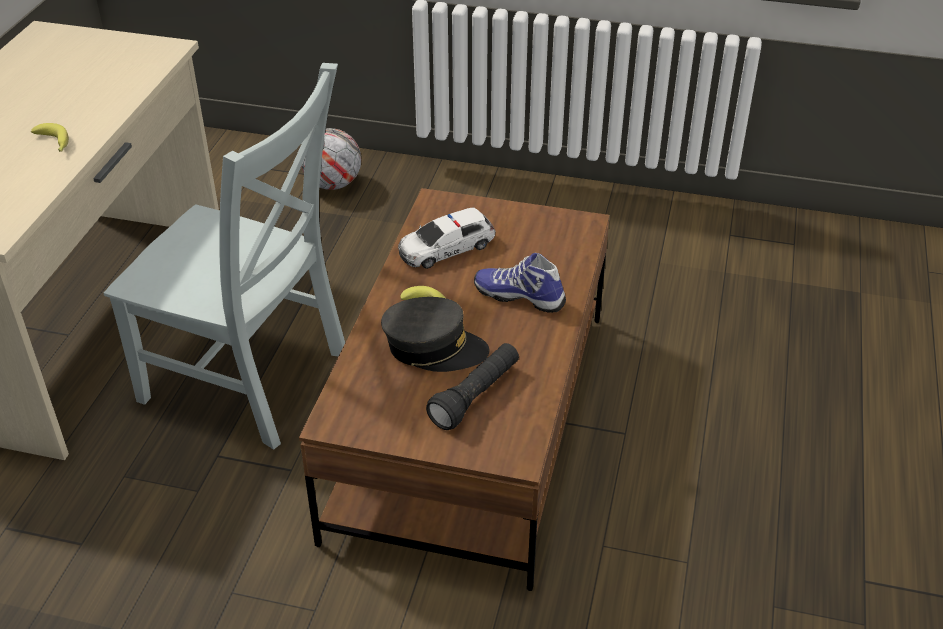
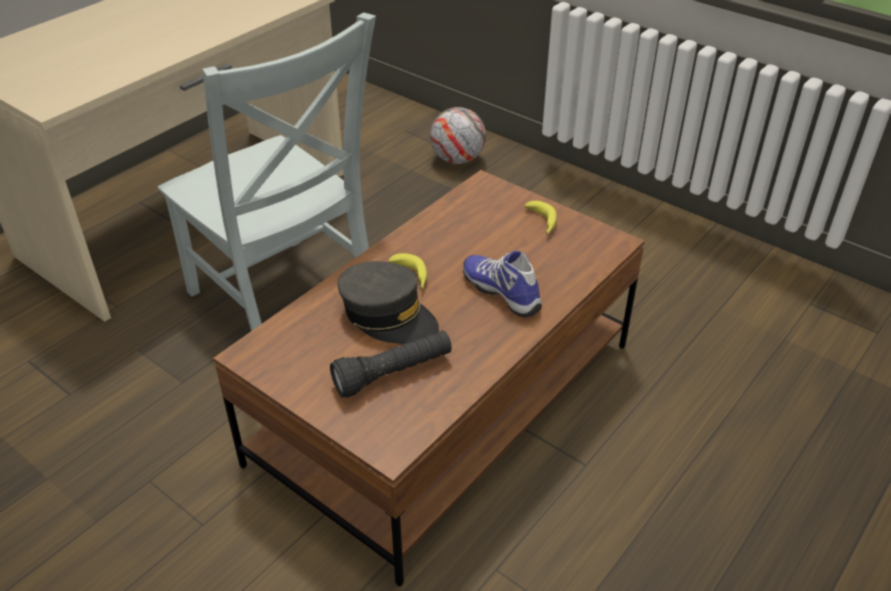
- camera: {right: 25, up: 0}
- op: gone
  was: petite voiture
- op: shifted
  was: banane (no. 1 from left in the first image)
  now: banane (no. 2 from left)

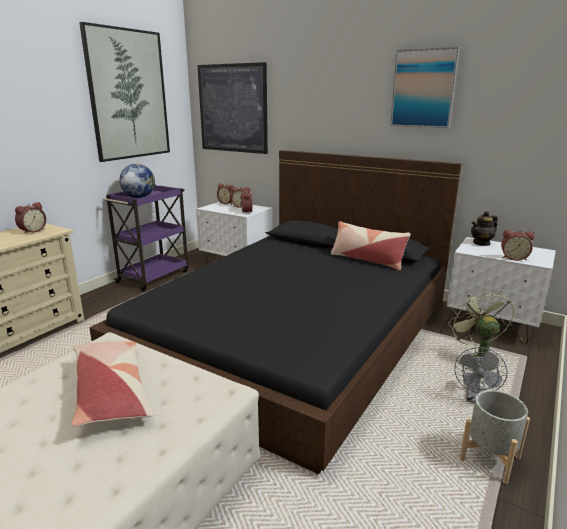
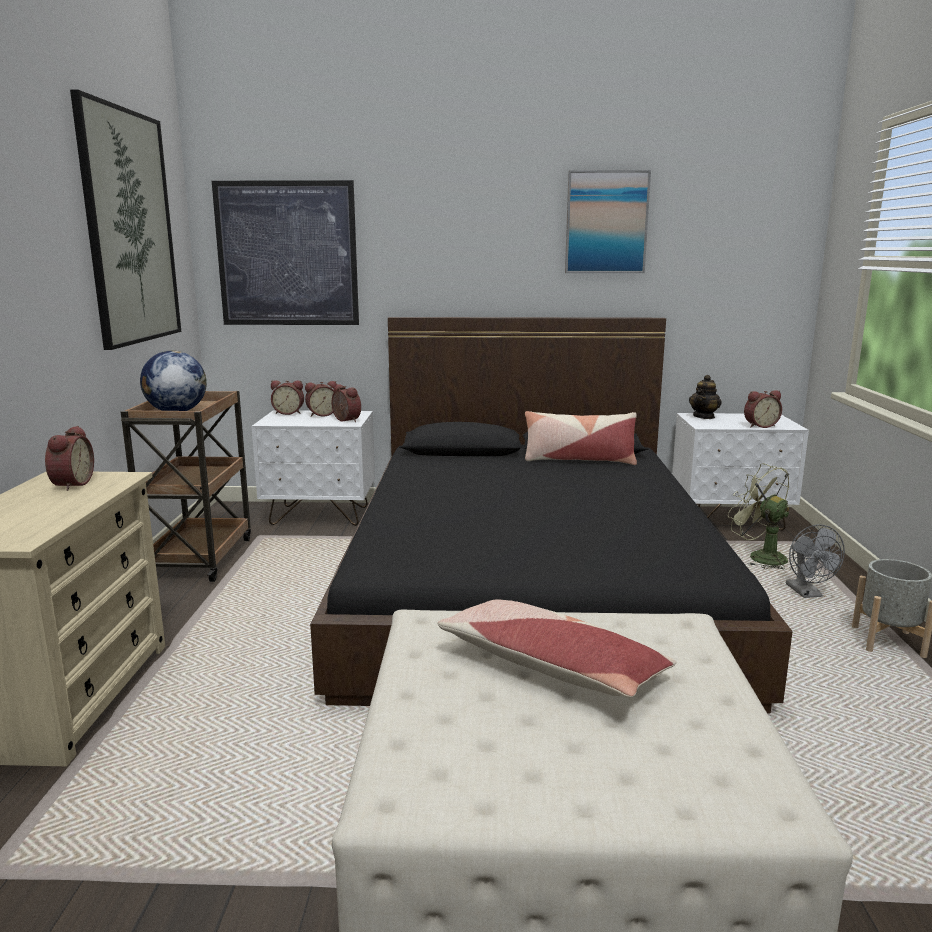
- camera: {right: -30, up: -5}
- op: repainted
  was: chariot (violet)
  now: chariot (marron)

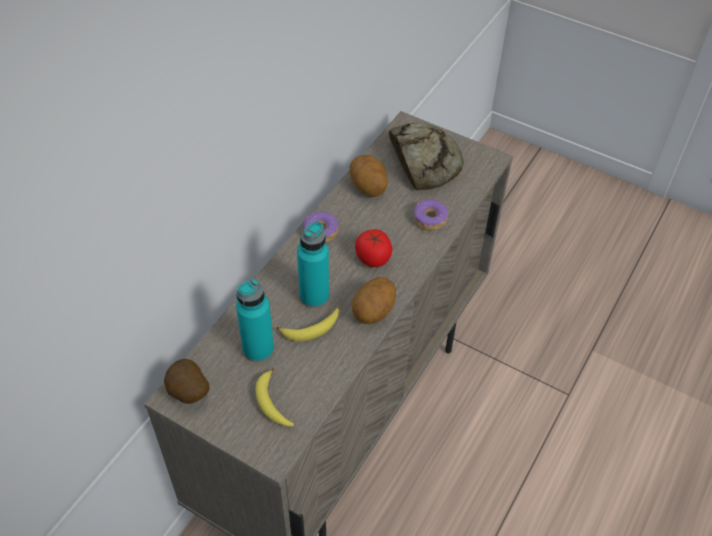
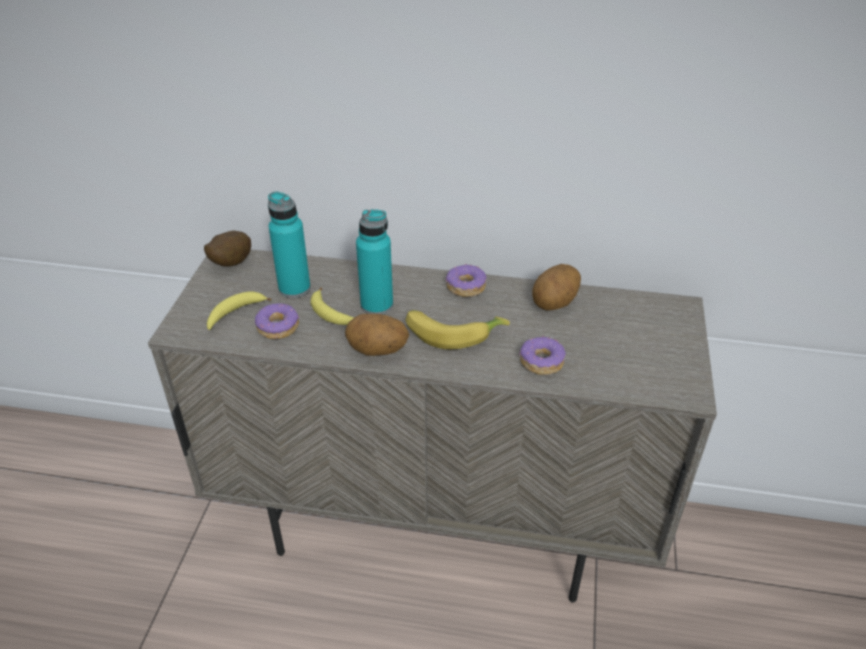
- camera: {right: 70, up: -10}
- op: gone
  was: pain
- op: new
  now: beignet (no. 1 from left)
- op: swapped
  was: tomate
  now: banane (no. 3 from left)

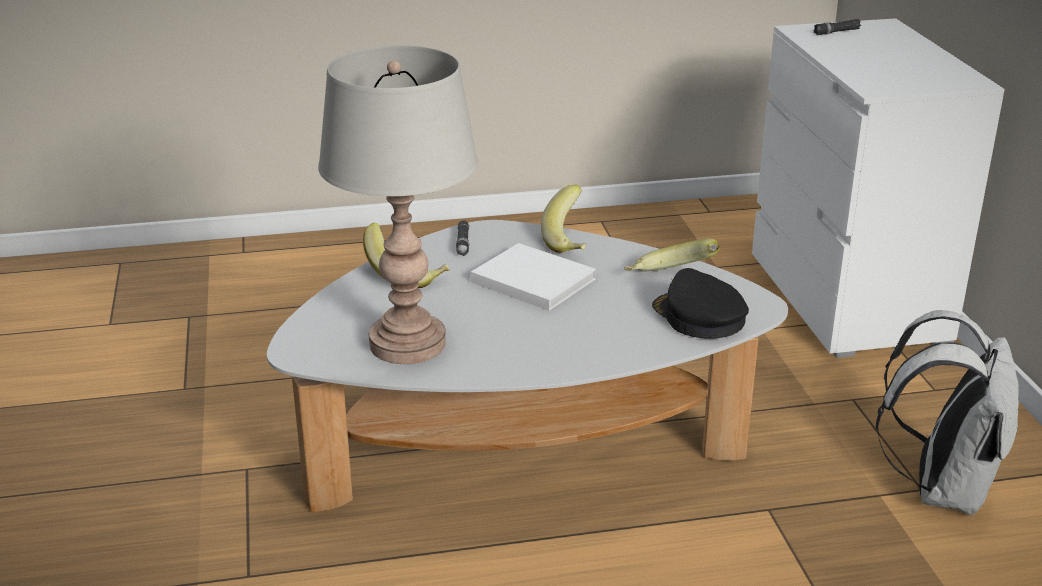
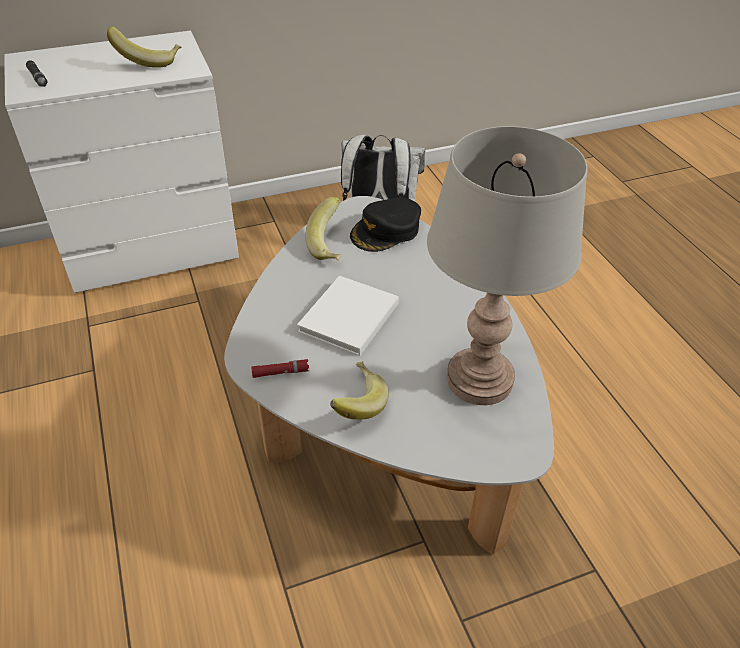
- camera: {right: -100, up: 15}
- op: shifted
  was: banane (no. 2 from left in the first image)
  now: banane (no. 1 from left)
- op: repainted
  was: lampe de poche (noir) (no. 1 from left)
  now: lampe de poche (rouge)

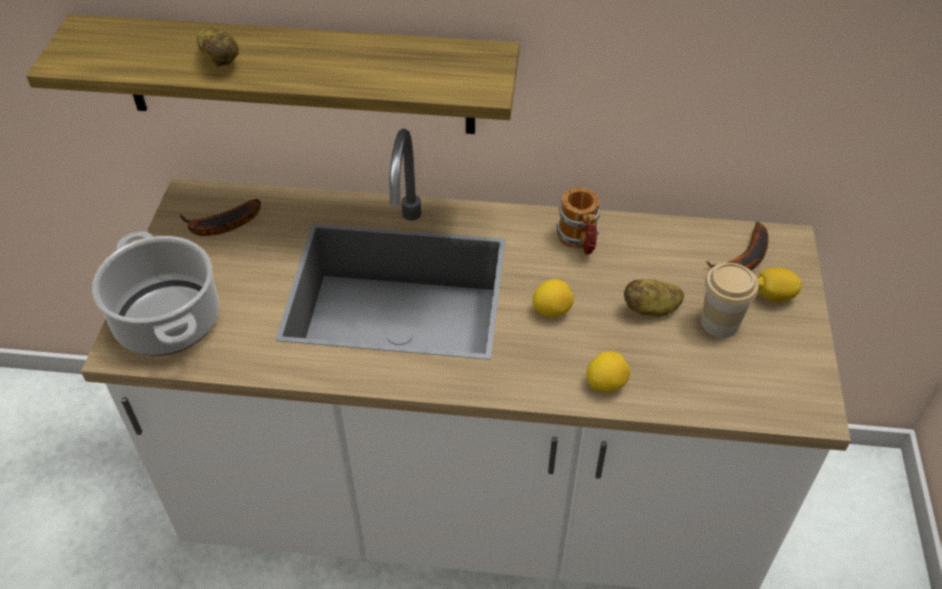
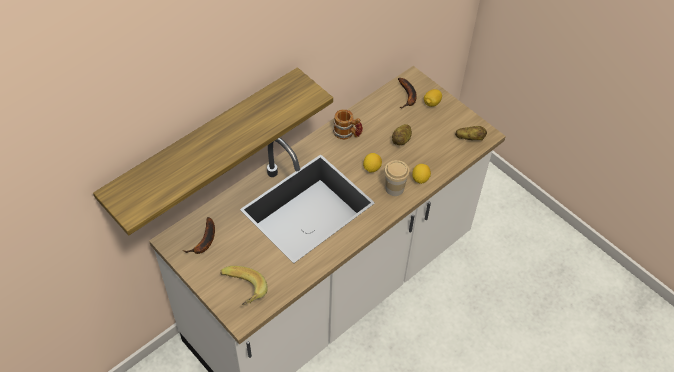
- camera: {right: -50, up: 5}
- op: shifted
  was: pomme de terre (no. 1 from left in the first image)
  now: pomme de terre (no. 2 from left)
- op: shifted
  was: tasse
- op: swapped
  was: marmite
  now: banane (no. 2 from left)

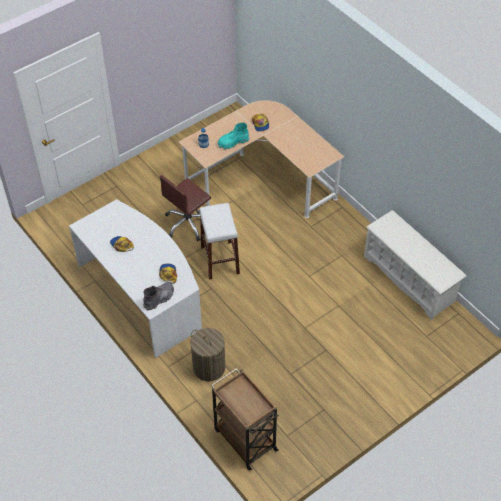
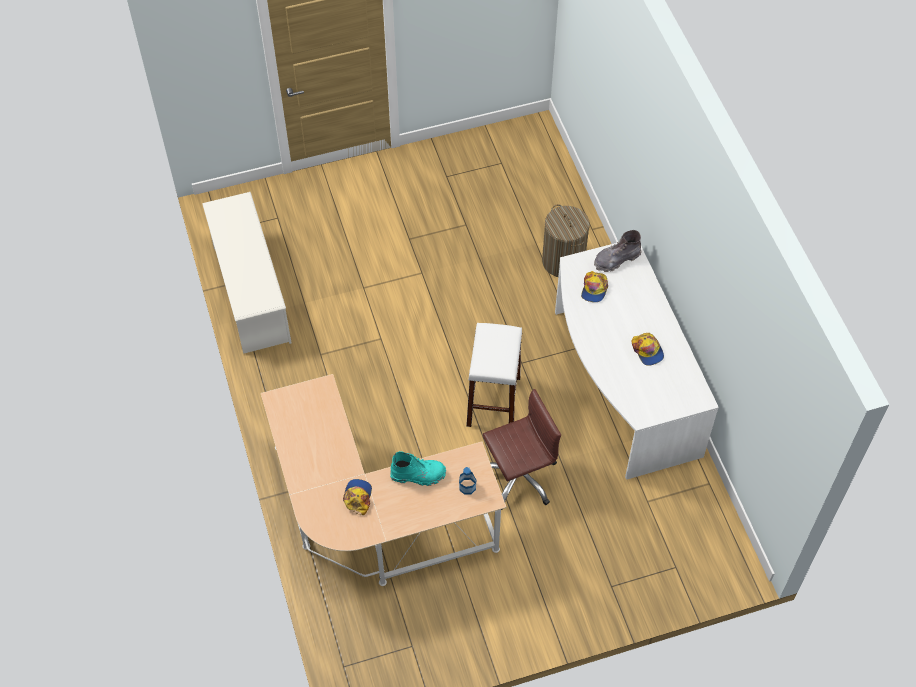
- camera: {right: -160, up: 5}
- op: gone
  was: chariot (marron)

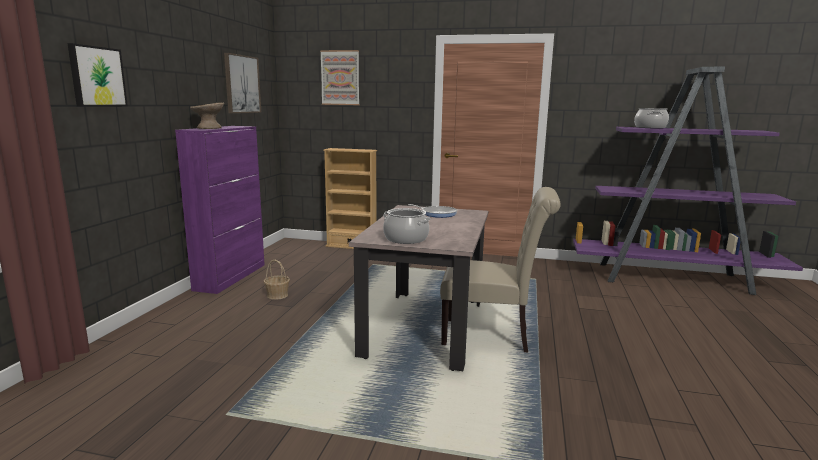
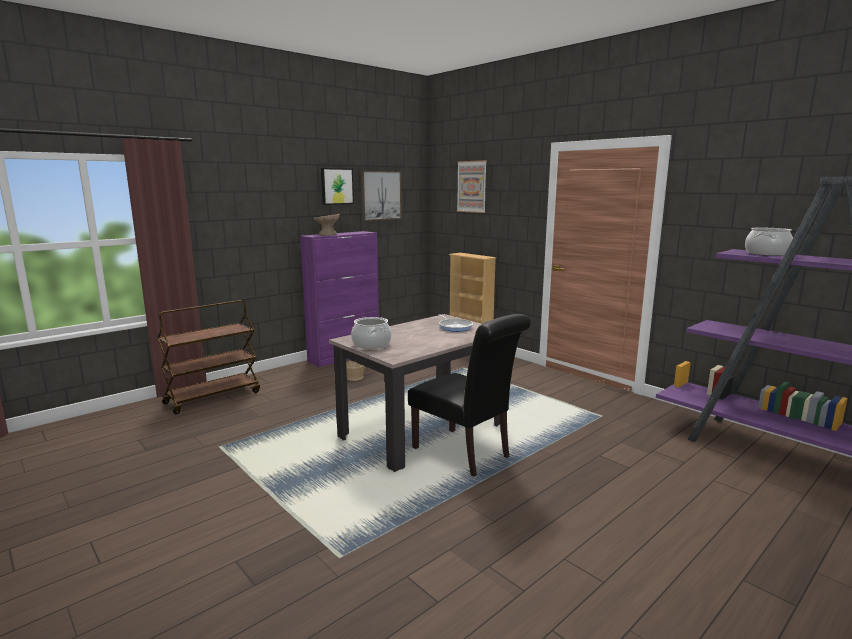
- camera: {right: 35, up: 0}
- op: new
  now: chariot (marron)
- op: shifted
  was: tableau (no. 1 from left)
- op: repainted
  was: chaise (beige)
  now: chaise (noir)

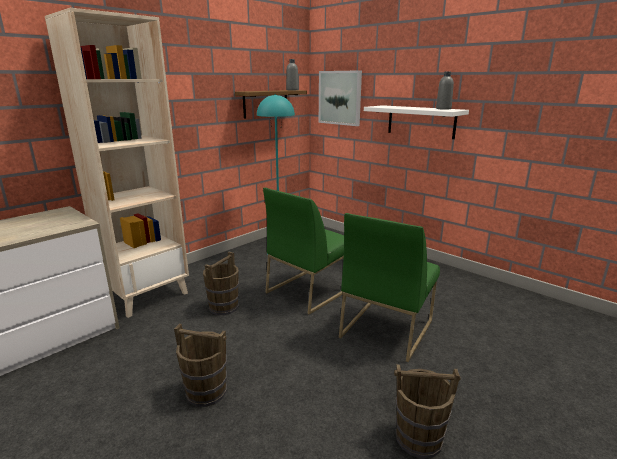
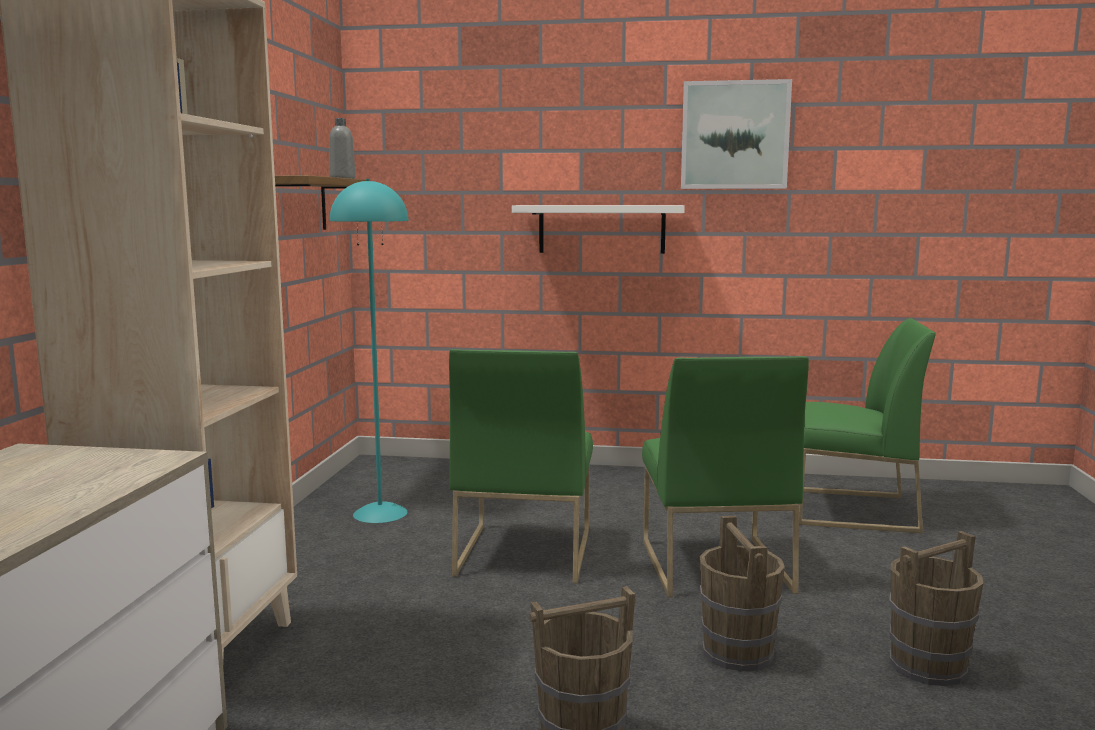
- camera: {right: -35, up: -10}
- op: gone
  was: bouteille (gris) (no. 2 from left)
- op: new
  now: chaise (vert) (no. 3 from left)
- op: shifted
  was: seau (marron) (no. 2 from left)
- op: shifted
  was: tableau

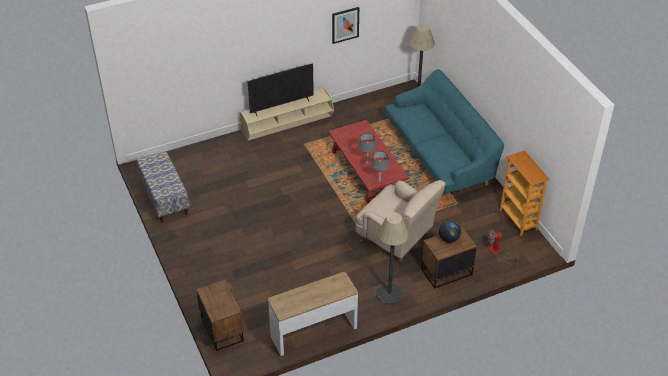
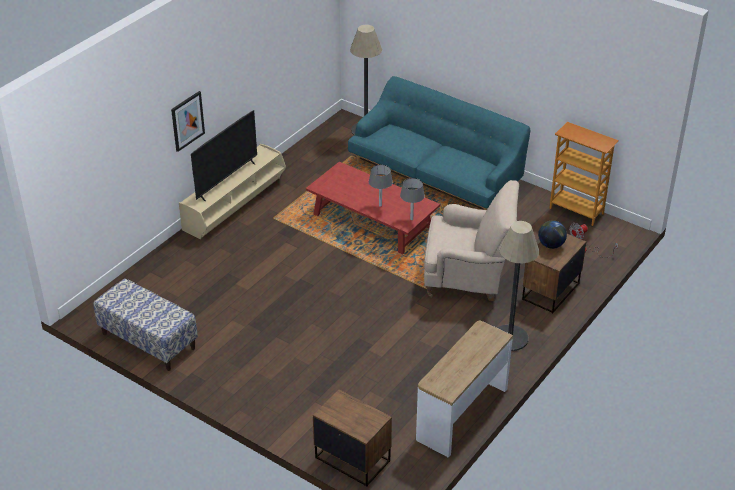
- camera: {right: -30, up: -5}
- op: shifted
  was: tableau

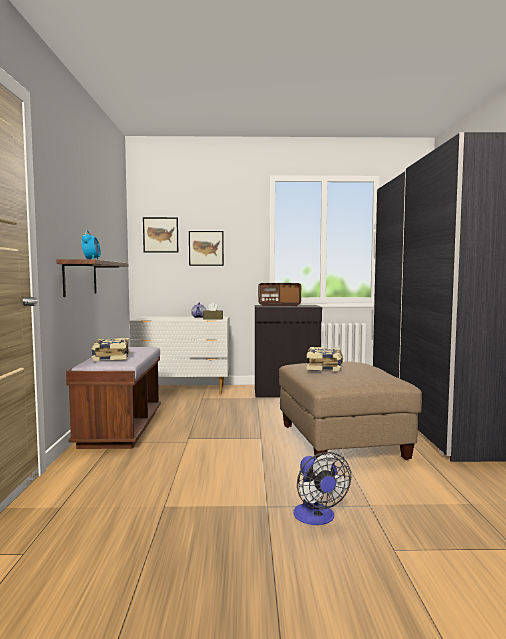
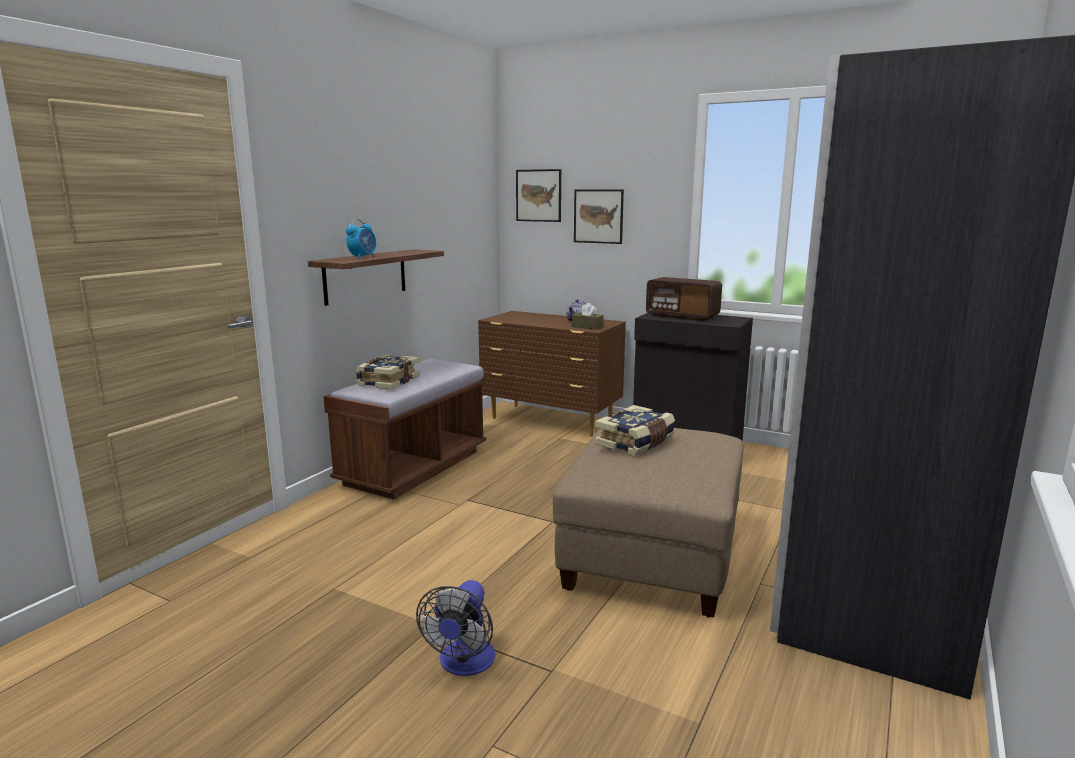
- camera: {right: 30, up: 10}
- op: repainted
  was: commode (blanc)
  now: commode (marron)

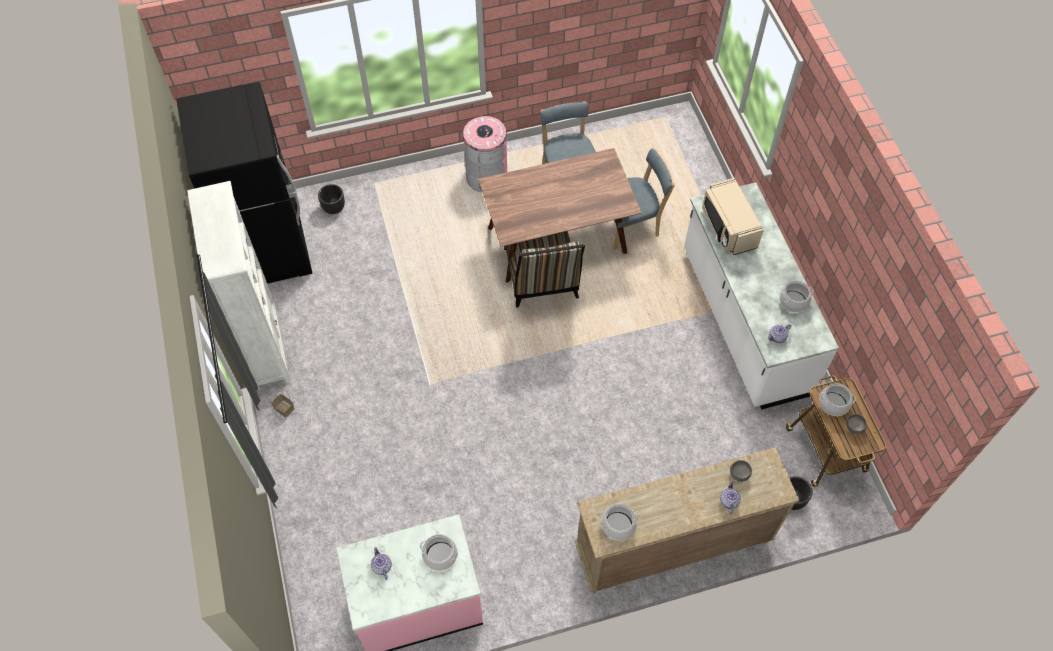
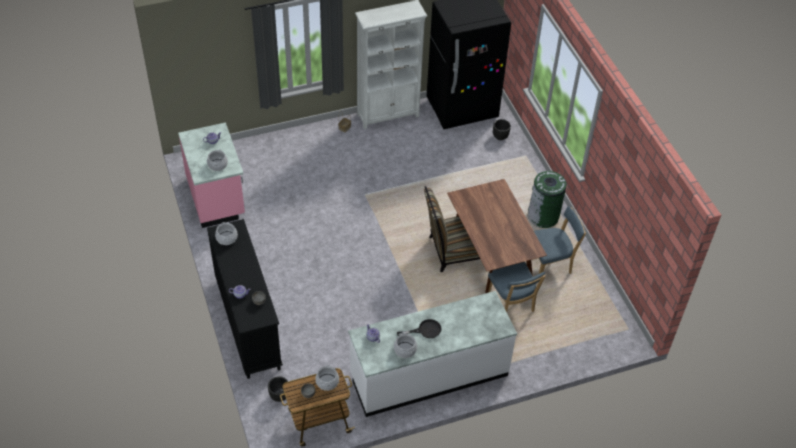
- camera: {right: 85, up: -10}
- op: gone
  was: micro-ondes (beige)
- op: new
  now: poêle (noir)
- op: repainted
  was: poubelle (rose)
  now: poubelle (vert)
- op: repainted
  was: commode (beige)
  now: commode (noir)

